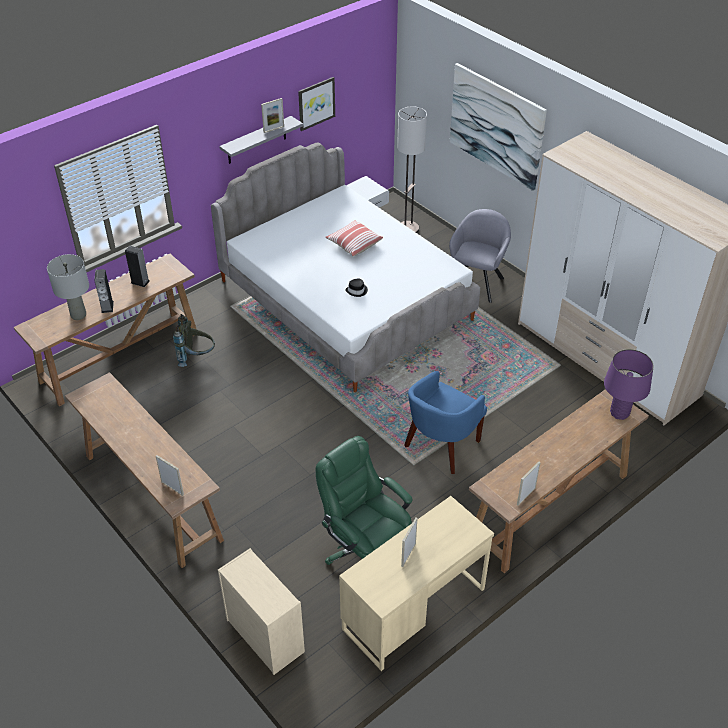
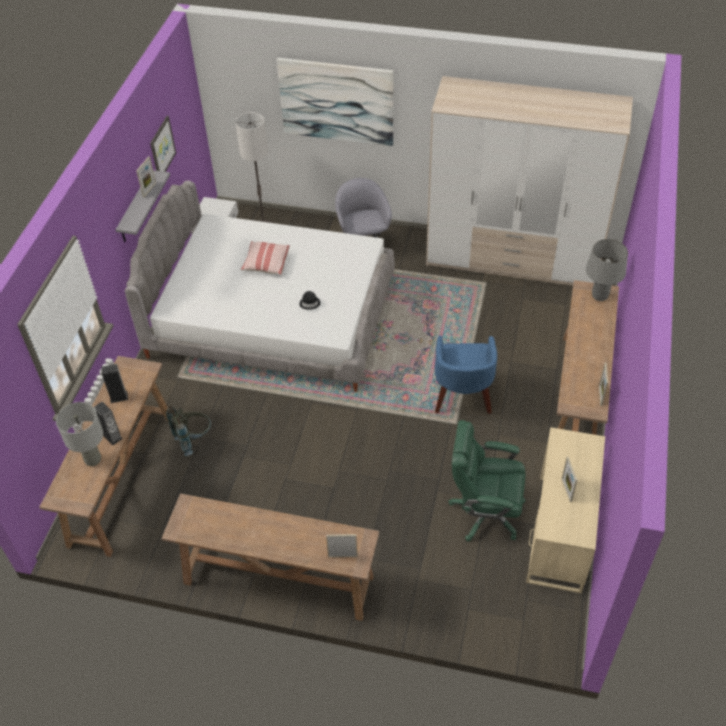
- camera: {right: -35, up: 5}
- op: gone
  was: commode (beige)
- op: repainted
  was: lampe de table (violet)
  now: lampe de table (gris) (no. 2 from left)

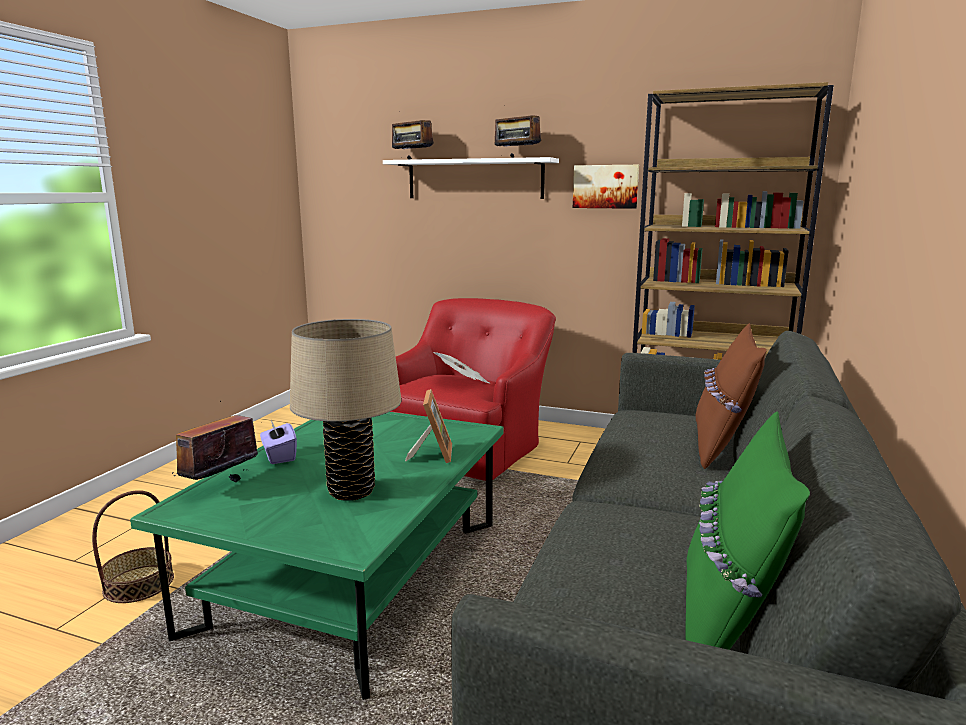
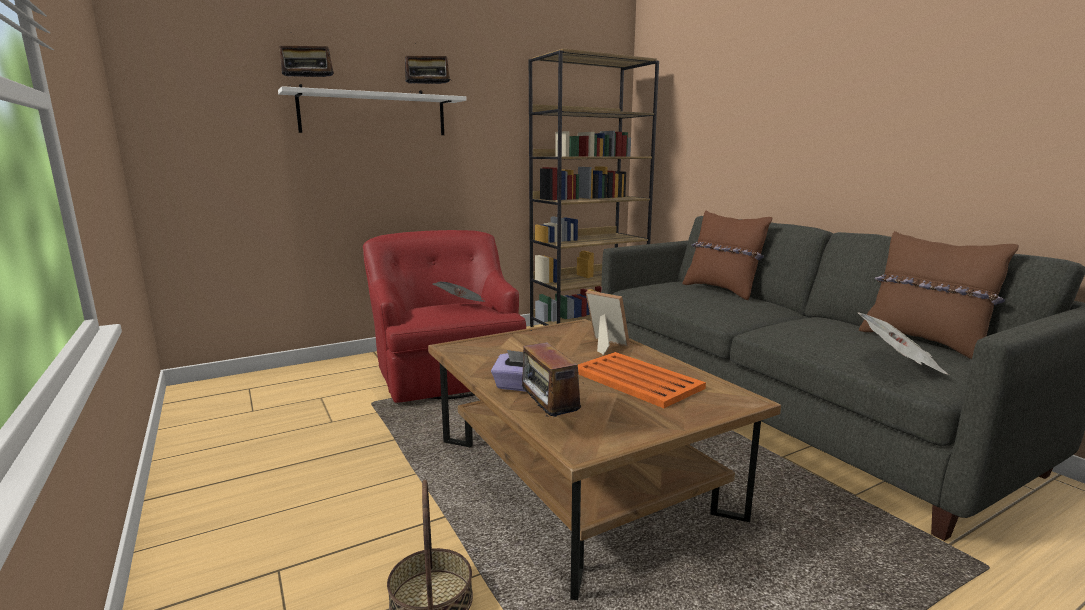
- camera: {right: -50, up: 0}
- op: gone
  was: tableau
- op: new
  now: journal (no. 2 from left)
- op: swapped
  was: lampe de table (beige)
  now: plateau (orange)
- op: repainted
  was: table basse (vert)
  now: table basse (marron)
- op: repainted
  was: coussin (vert)
  now: coussin (marron) (no. 2 from left)

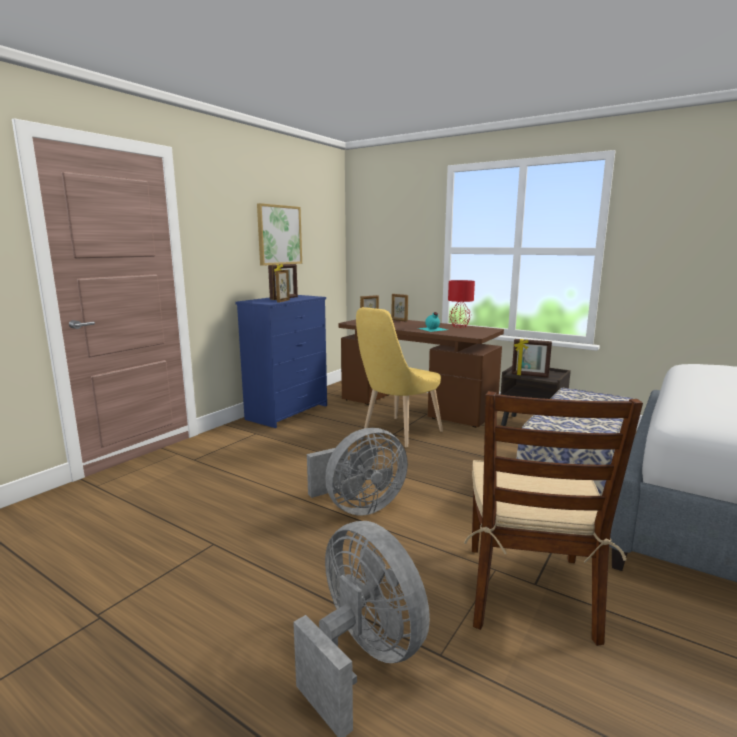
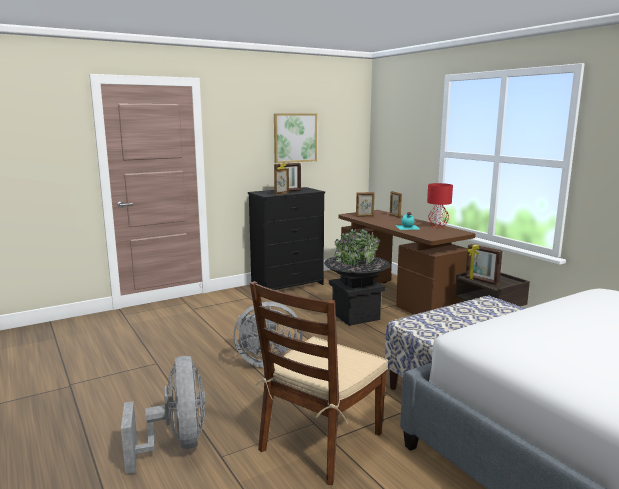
- camera: {right: 25, up: 0}
- op: swapped
  was: chaise (jaune)
  now: cache-pot (noir)
- op: repainted
  was: commode (bleu)
  now: commode (noir)

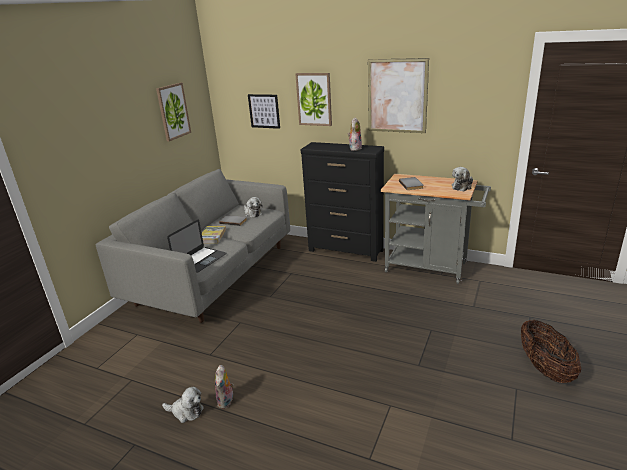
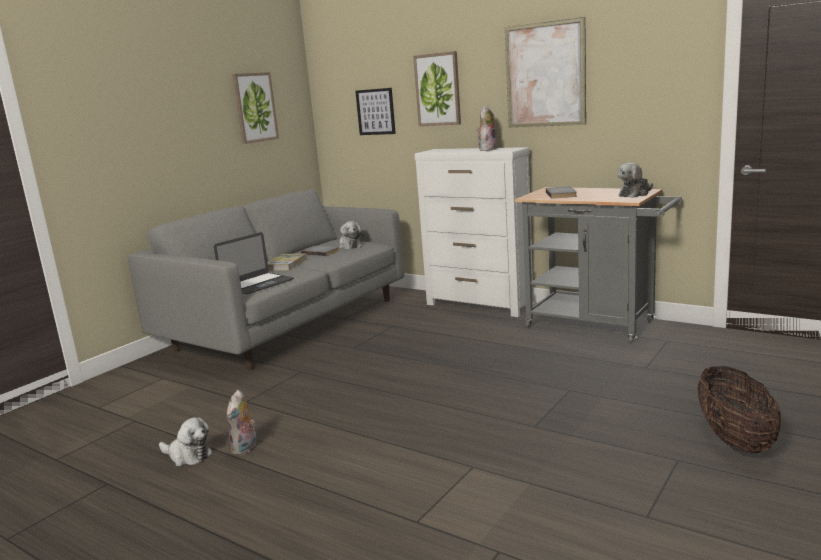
- camera: {right: 10, up: -10}
- op: repainted
  was: commode (noir)
  now: commode (blanc)

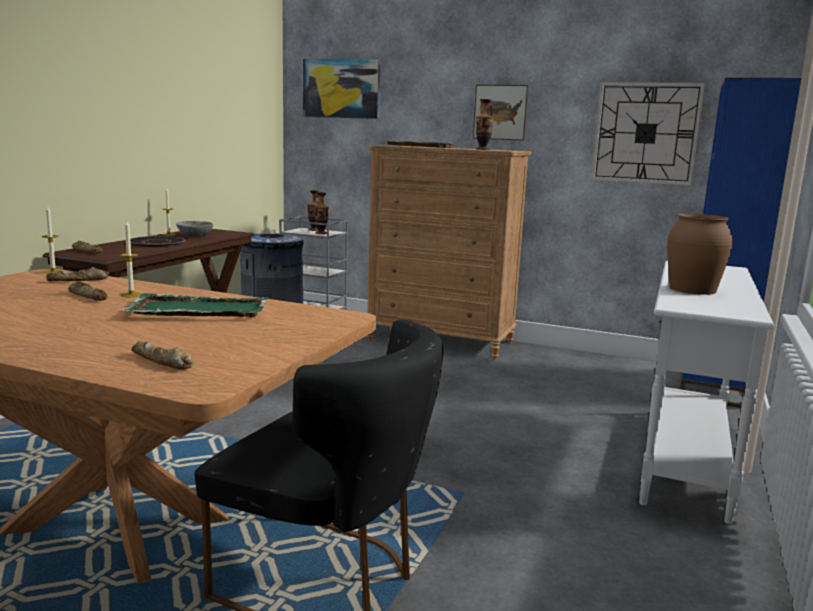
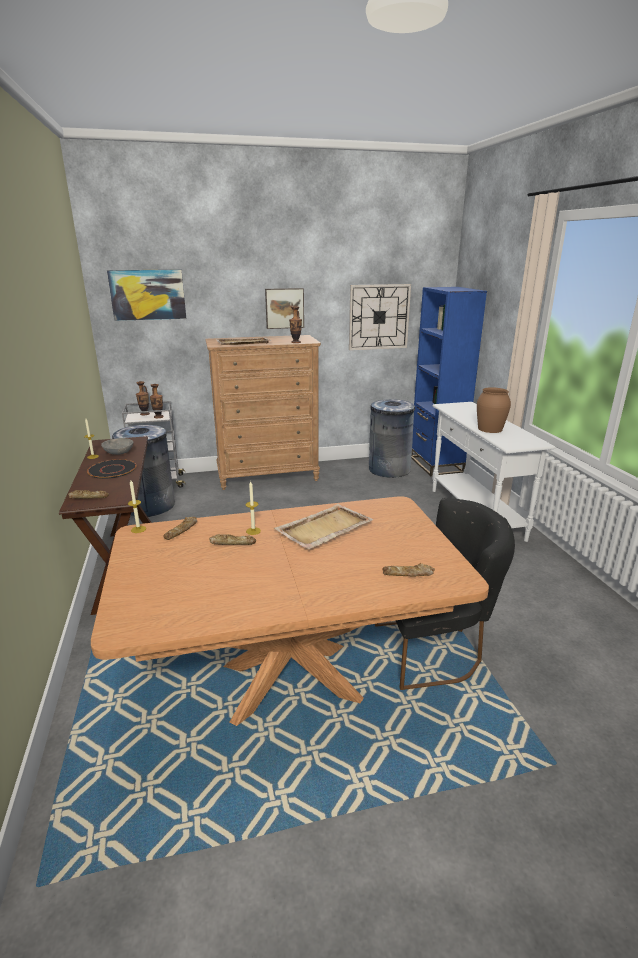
- camera: {right: -35, up: 10}
- op: new
  now: poubelle (gris) (no. 2 from left)
- op: repainted
  was: plateau (vert)
  now: plateau (beige) (no. 2 from left)

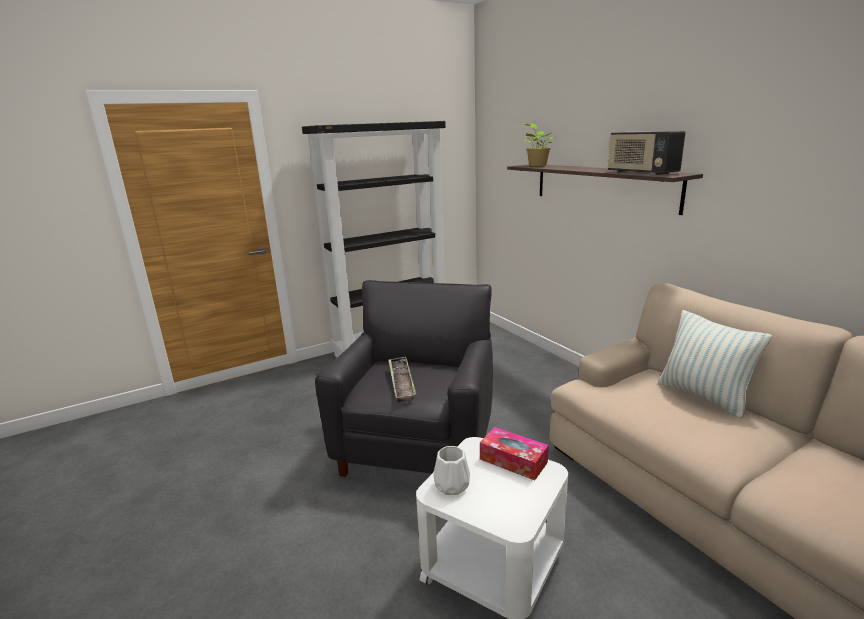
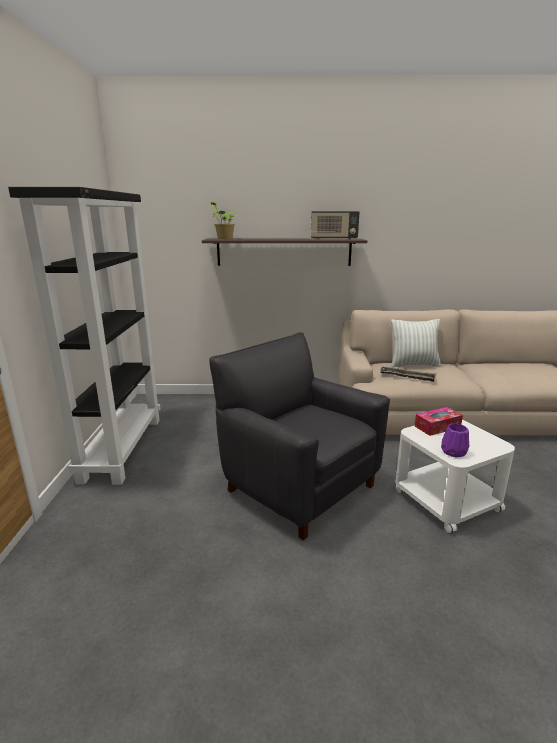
- camera: {right: -60, up: 0}
- op: shifted
  was: plateau
- op: repainted
  was: vase (blanc)
  now: vase (violet)

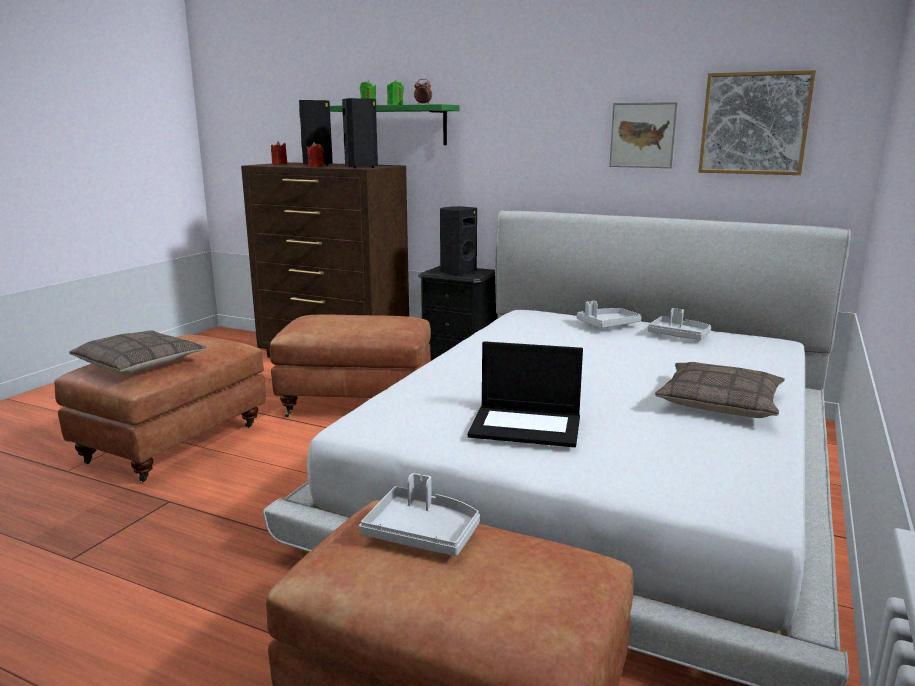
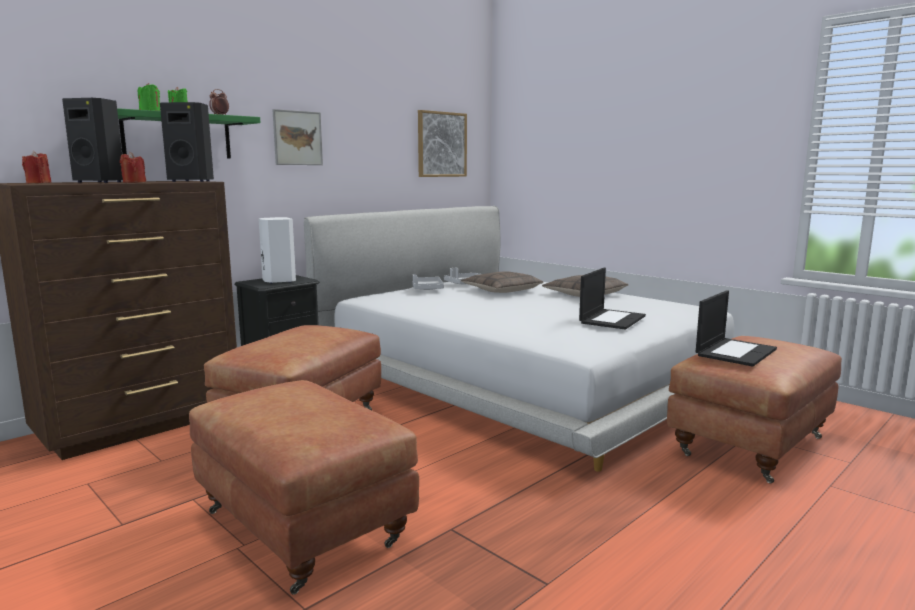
- camera: {right: -70, up: -5}
- op: shifted
  was: coussin (no. 1 from left)
- op: shifted
  was: tableau (no. 1 from left)
- op: swapped
  was: plateau (gris) (no. 1 from left)
  now: ordinateur portable (no. 2 from left)
- op: repainted
  was: enceinte (noir) (no. 3 from left)
  now: enceinte (blanc)

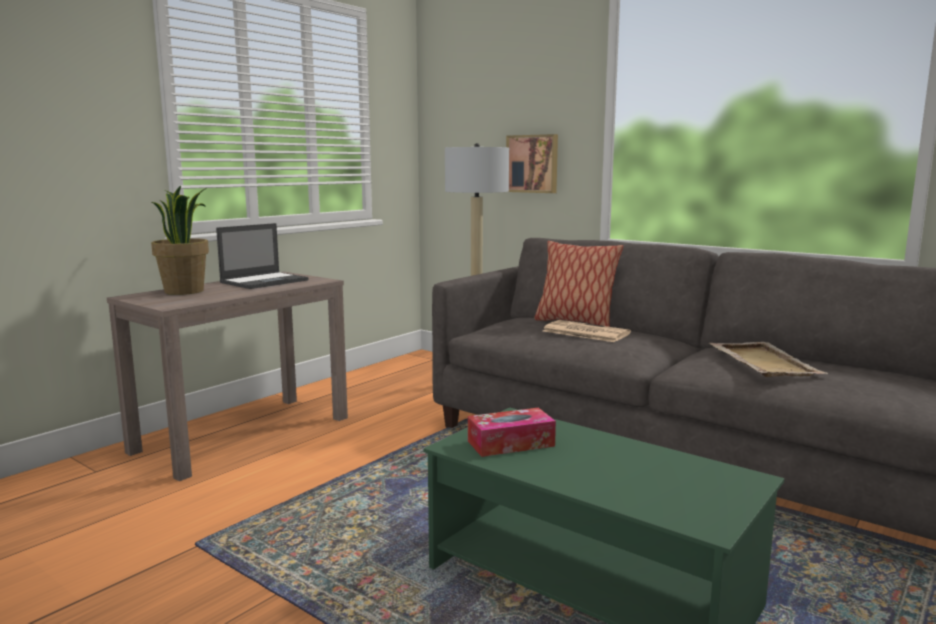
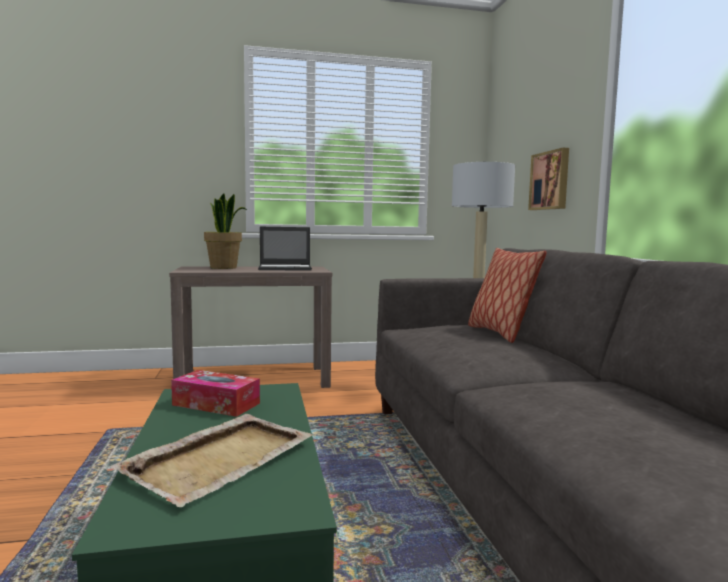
- camera: {right: 40, up: -5}
- op: gone
  was: journal
- op: shifted
  was: plateau (beige)

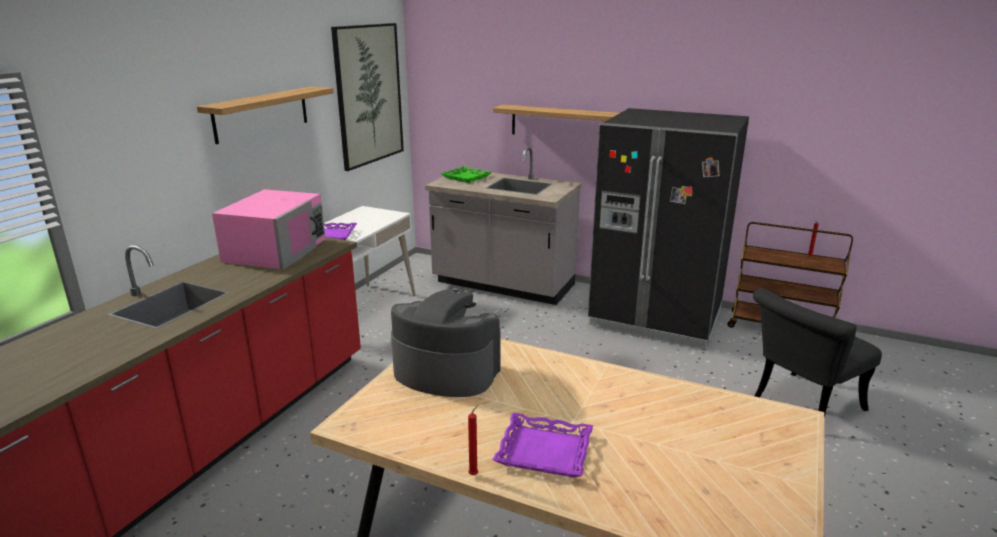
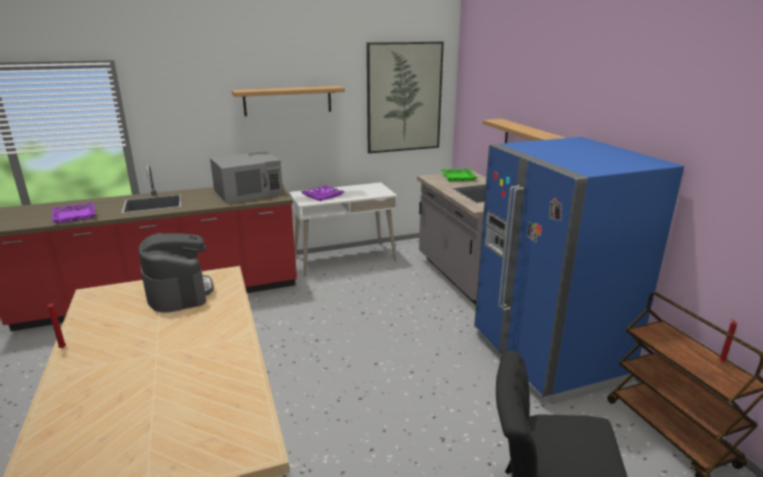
- camera: {right: 45, up: 0}
- op: shifted
  was: plateau (violet) (no. 2 from left in the first image)
  now: plateau (violet) (no. 1 from left)
- op: repainted
  was: micro-ondes (rose)
  now: micro-ondes (gris)
- op: repainted
  was: réfrigérateur (noir)
  now: réfrigérateur (bleu)

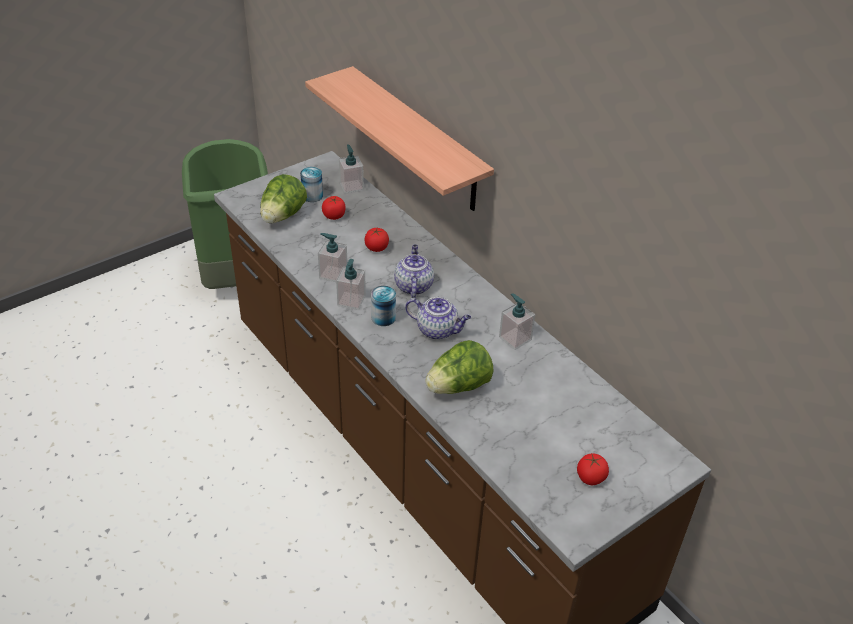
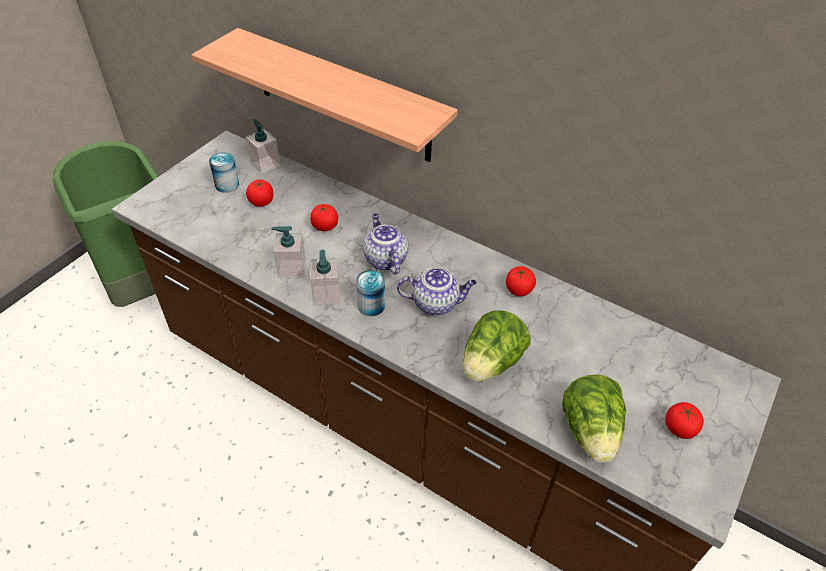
- camera: {right: -20, up: 5}
- op: shifted
  was: laitue (no. 1 from left in the first image)
  now: laitue (no. 2 from left)
- op: swapped
  was: distributeur de savon (no. 4 from left)
  now: tomate (no. 3 from left)

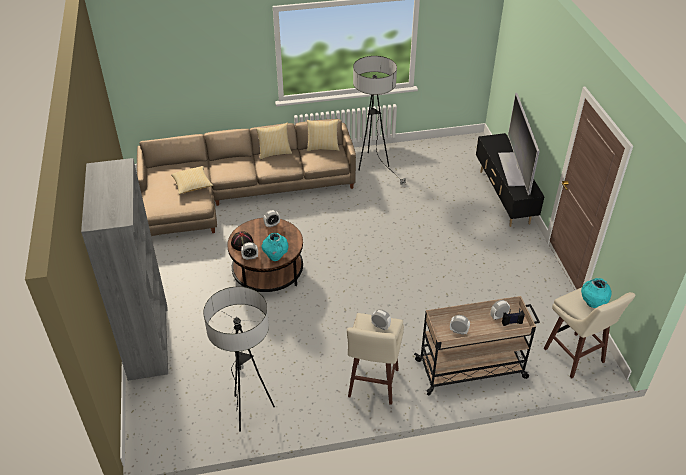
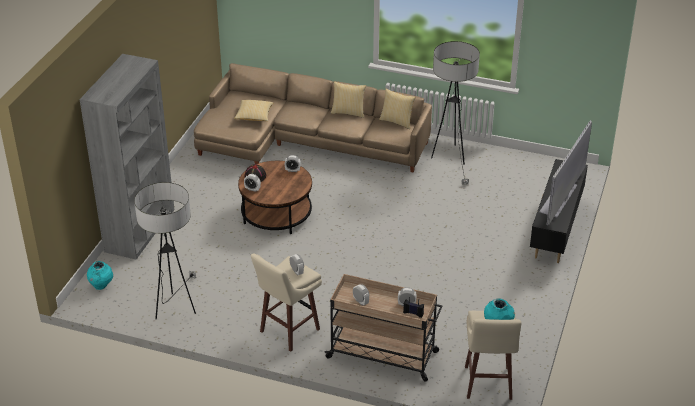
- camera: {right: 30, up: -5}
- op: shifted
  was: vase (turquoise) (no. 1 from left)

